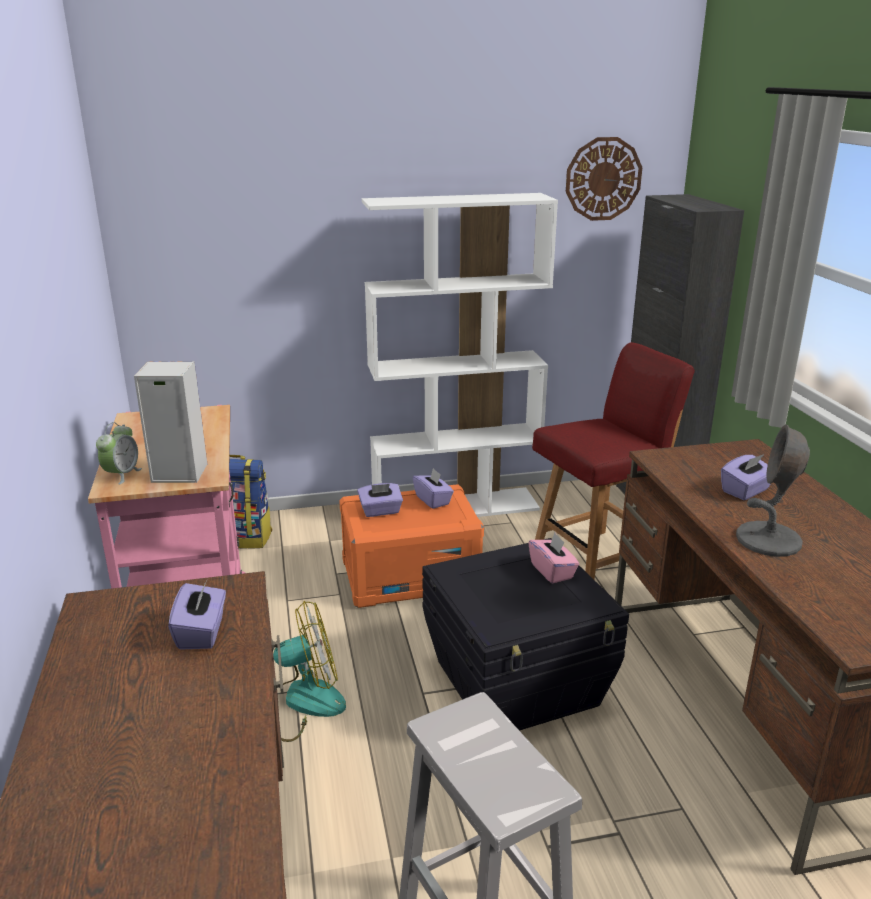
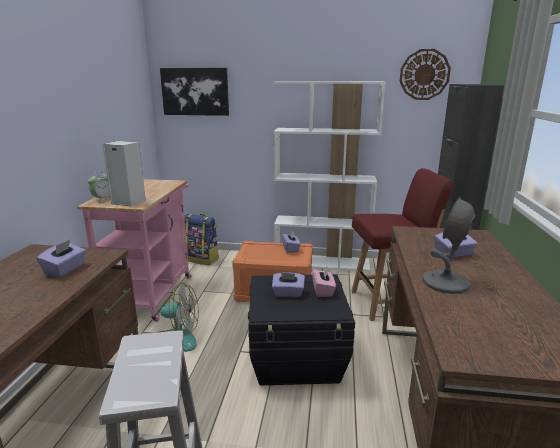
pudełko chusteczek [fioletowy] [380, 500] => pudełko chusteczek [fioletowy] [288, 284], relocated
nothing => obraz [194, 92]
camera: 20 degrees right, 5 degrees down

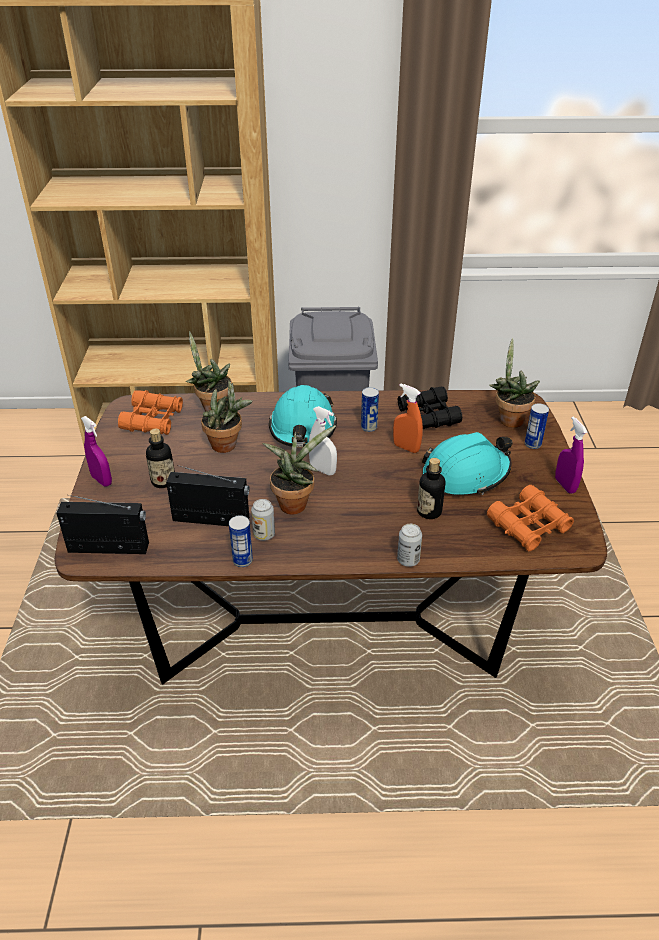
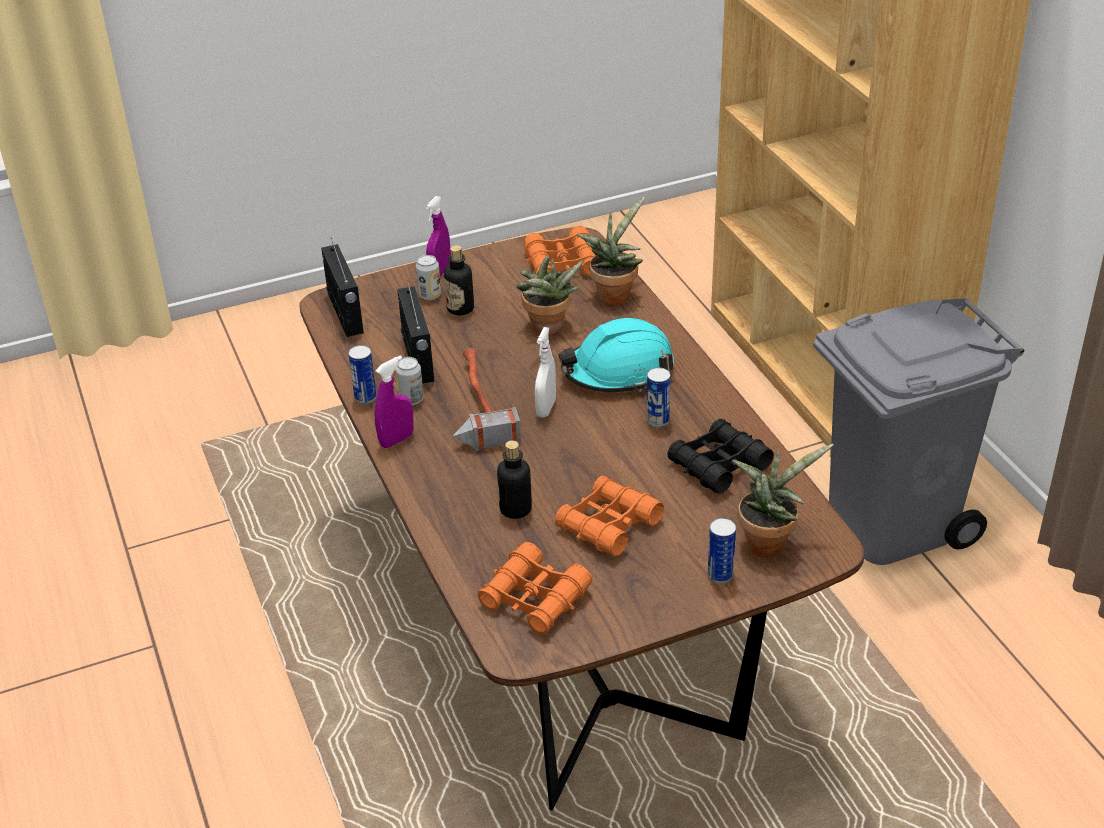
roślina doniczkowa [299, 469] => młotek [486, 399]
spryskiwacz [pomarańczowy] [408, 418] => nothing
puszka [409, 545] => puszka [428, 277], relocated
kask [turkusowy] [466, 463] => lornetka [pomarańczowy] [609, 516]
spryskiwacz [fioletowy] [571, 455] => spryskiwacz [fioletowy] [394, 401], relocated
camera: 70 degrees right, 0 degrees up

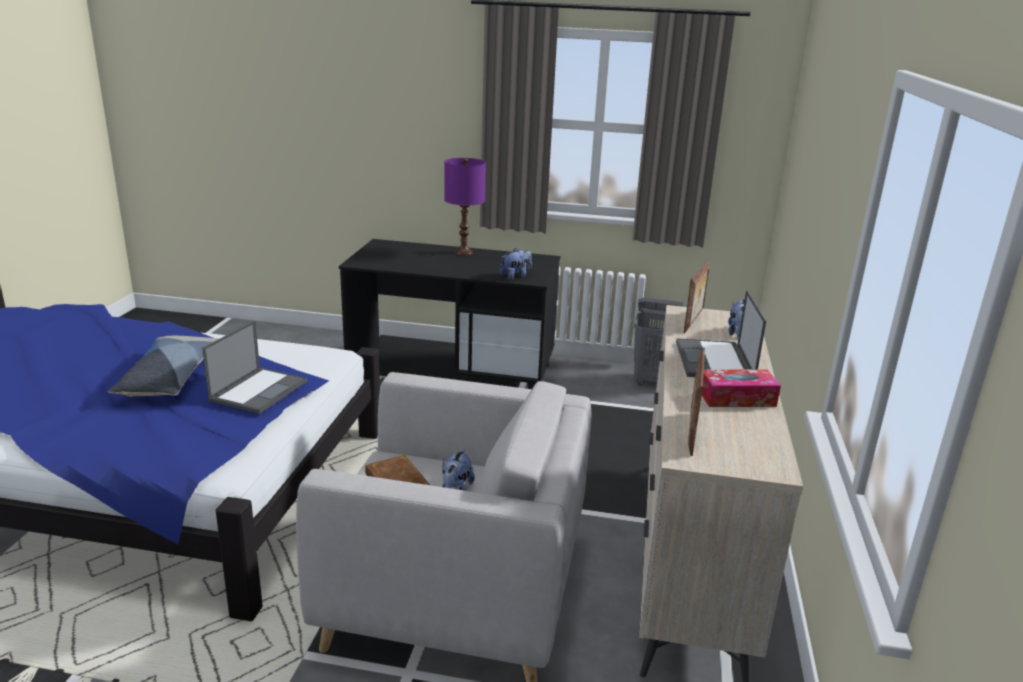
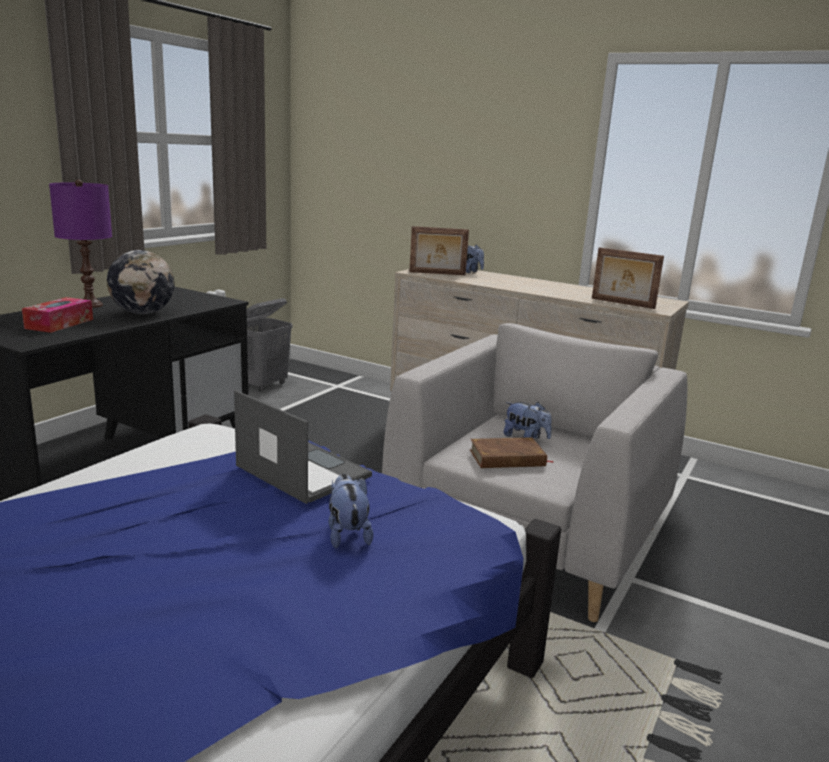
poduszka [163, 366] => nothing
pluszak [516, 263] => pluszak [351, 511], relocated
laptop [721, 333] => nothing
ramka na zdjęcie [696, 296] => ramka na zdjęcie [439, 250], 135 degrees clockwise
pudełko chusteczek [741, 388] => pudełko chusteczek [57, 315], relocated
nothing => globus [141, 282]
camera: 70 degrees left, 5 degrees down

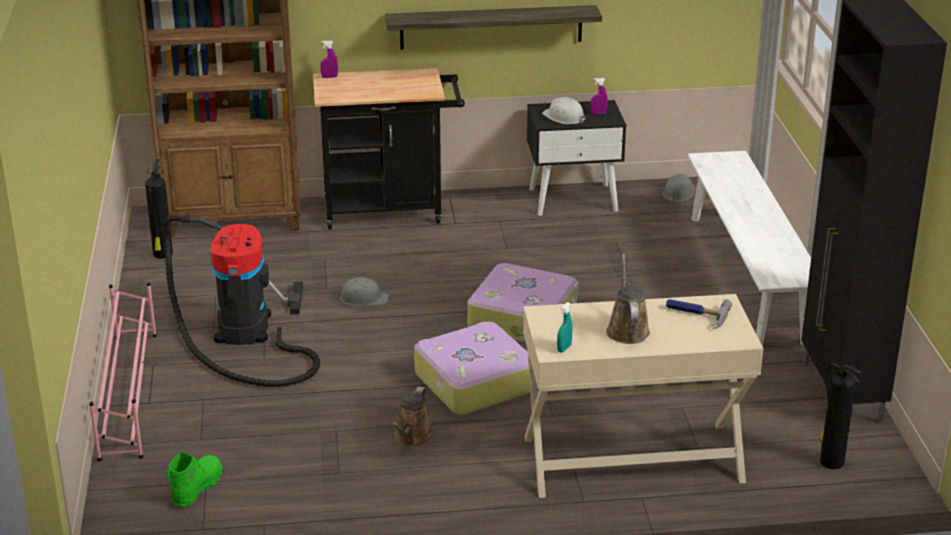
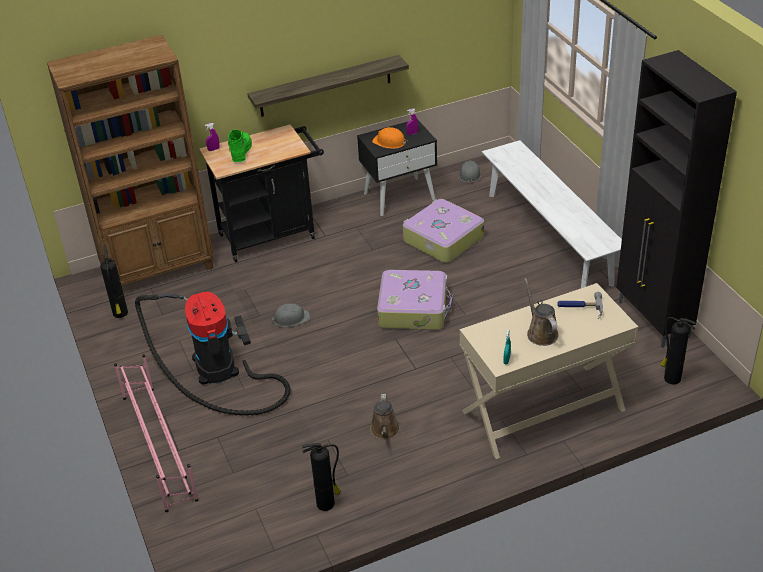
but z cholewką [zielony] [194, 479] => but z cholewką [zielony] [240, 146], relocated
walizka [472, 368] => walizka [443, 231], relocated
kask [biały] [564, 110] => kask [pomarańczowy] [390, 138]
nothing => gaśnica [321, 477]
camera: 15 degrees left, 10 degrees up

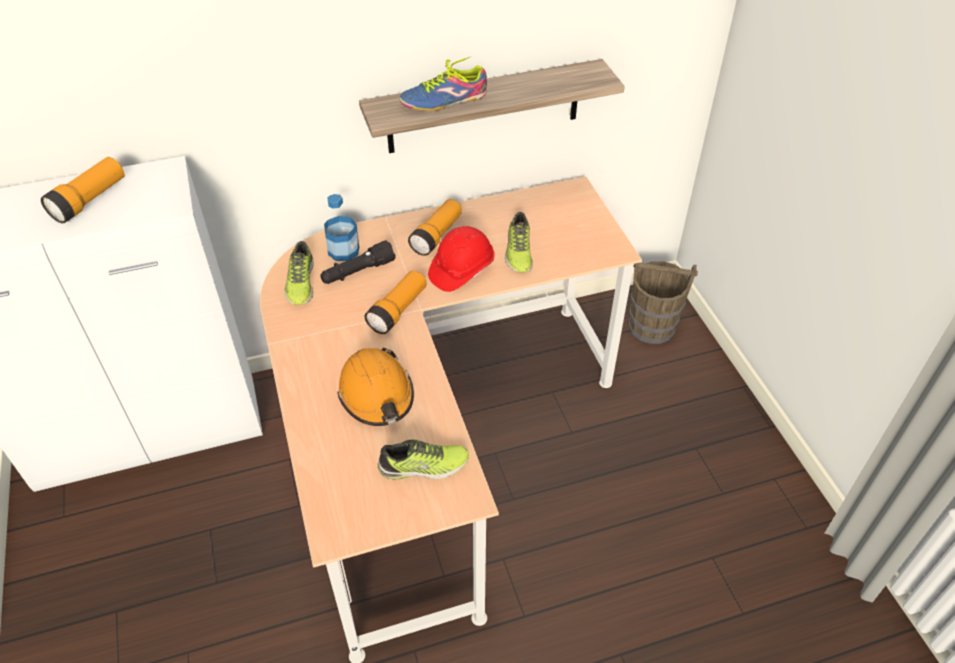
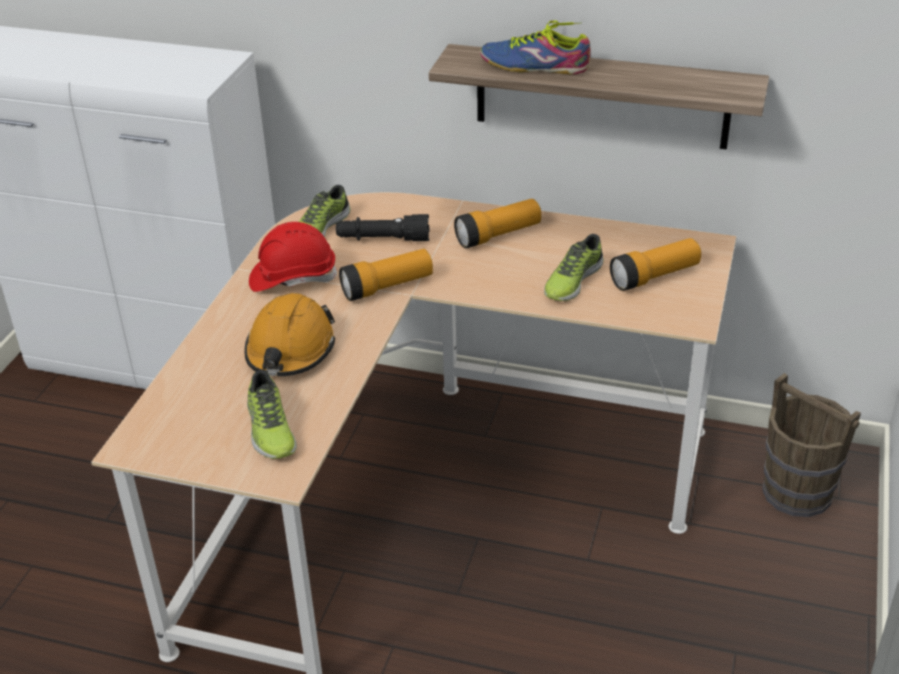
latarka [83, 190] => latarka [655, 264], relocated
butelka [341, 227] => nothing
but [423, 460] => but [272, 414], 45 degrees clockwise
kask [czerwony] [461, 259] => kask [czerwony] [293, 257], relocated
camera: 35 degrees right, 10 degrees down

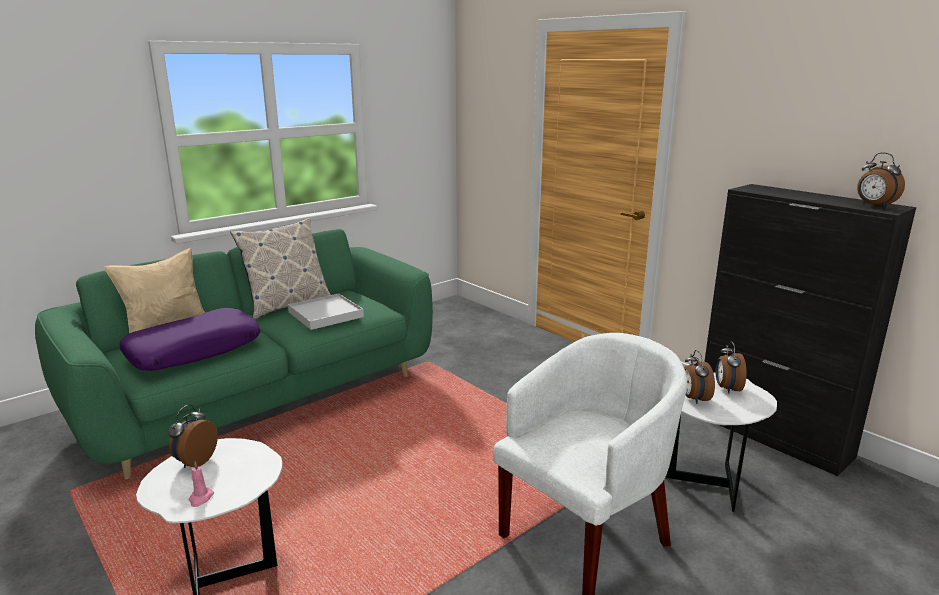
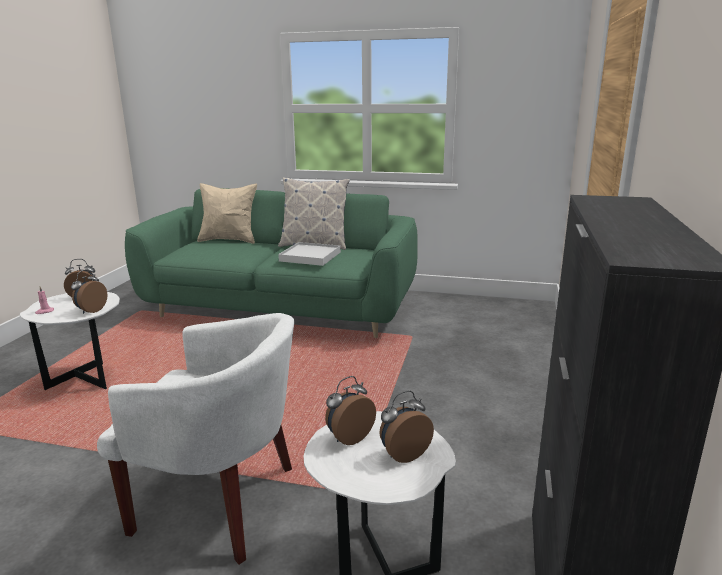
poduszka [fioletowy] [190, 339] => nothing
budzik [881, 180] => budzik [89, 292], relocated
camera: 55 degrees right, 0 degrees up

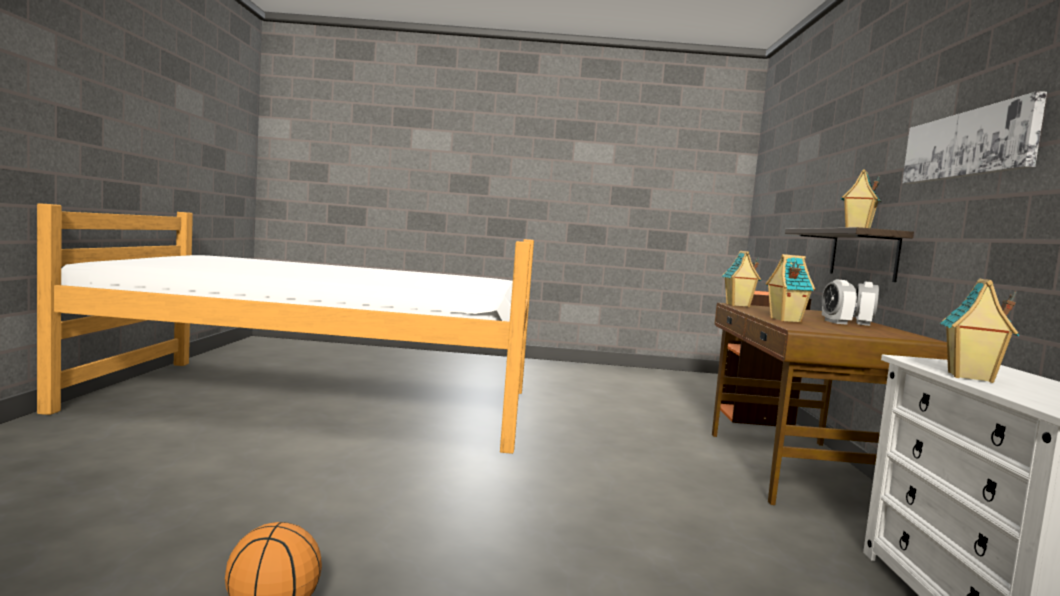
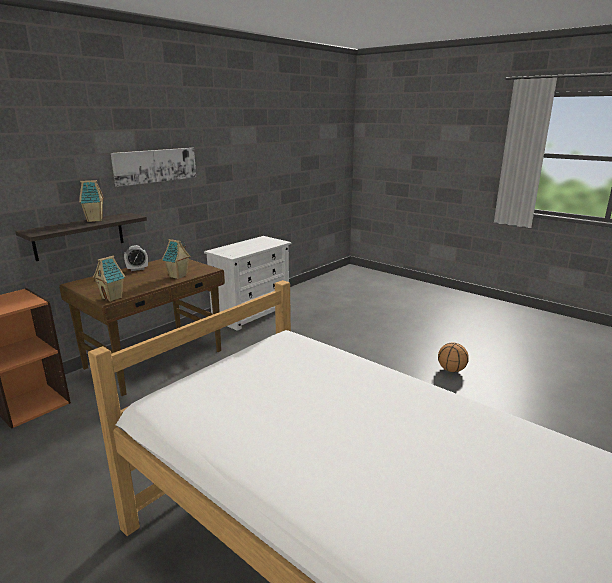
budzik [839, 302] => nothing
domek [979, 331] => nothing
camera: 140 degrees left, 15 degrees up

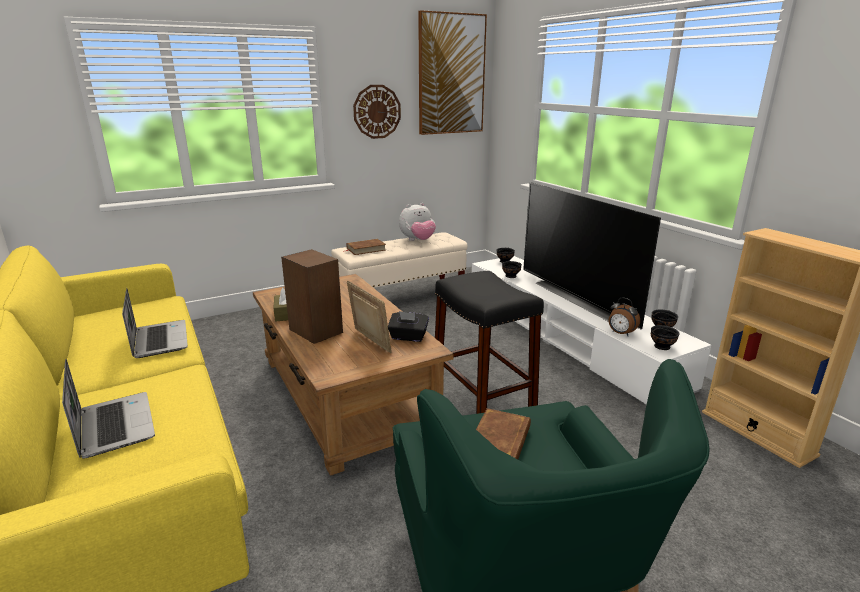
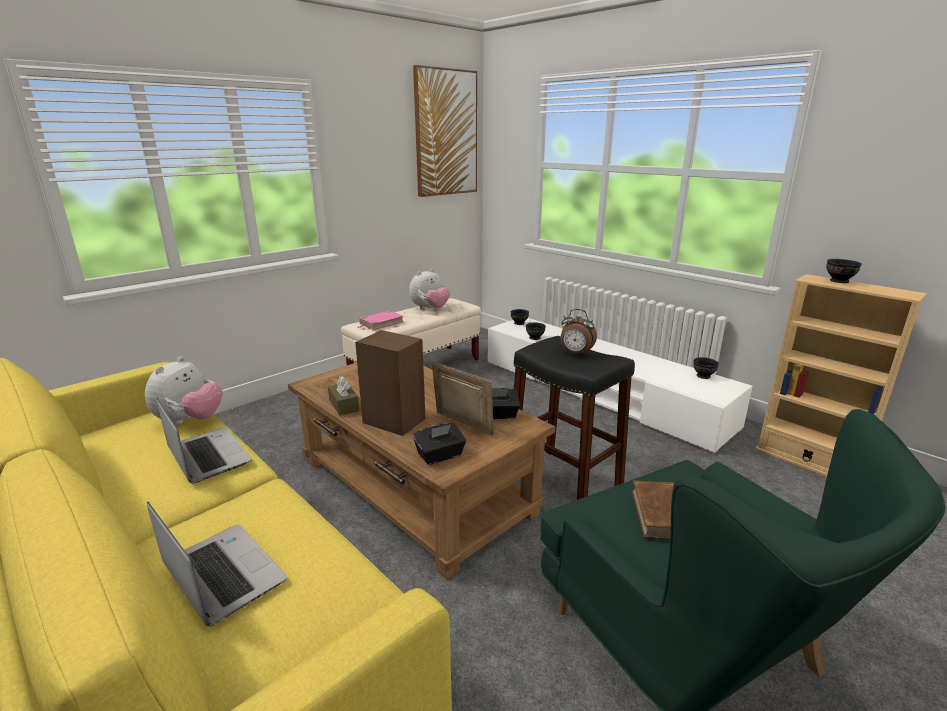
książka [brązowy] [364, 247] => książka [różowy] [381, 321]
zegar ścienny [377, 112] => nothing
telewizor [592, 255] => nothing
budzik [624, 316] => budzik [578, 332], relocated
miska [czarny] [665, 337] => miska [czarny] [844, 271], relocated
nothing => pluszak [184, 390]
nothing => pudełko chusteczek [czarny] [439, 444]
camera: 15 degrees left, 0 degrees up

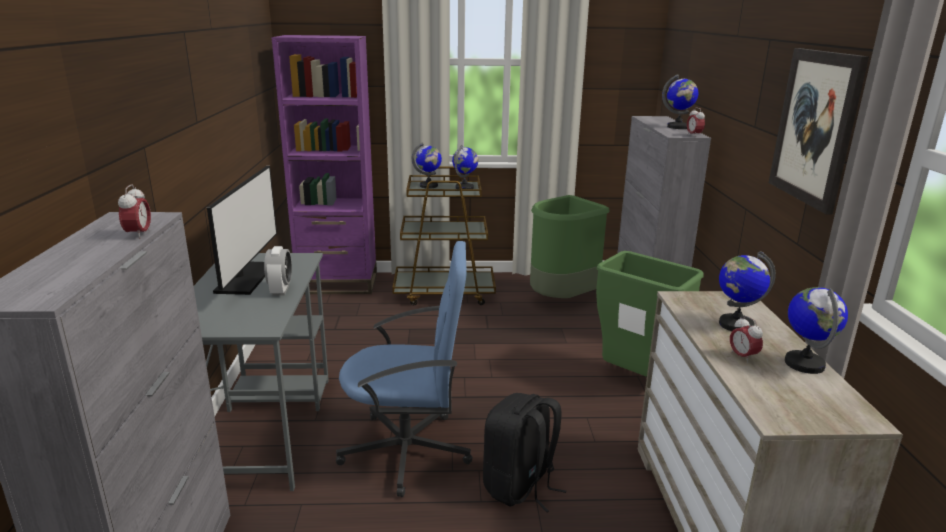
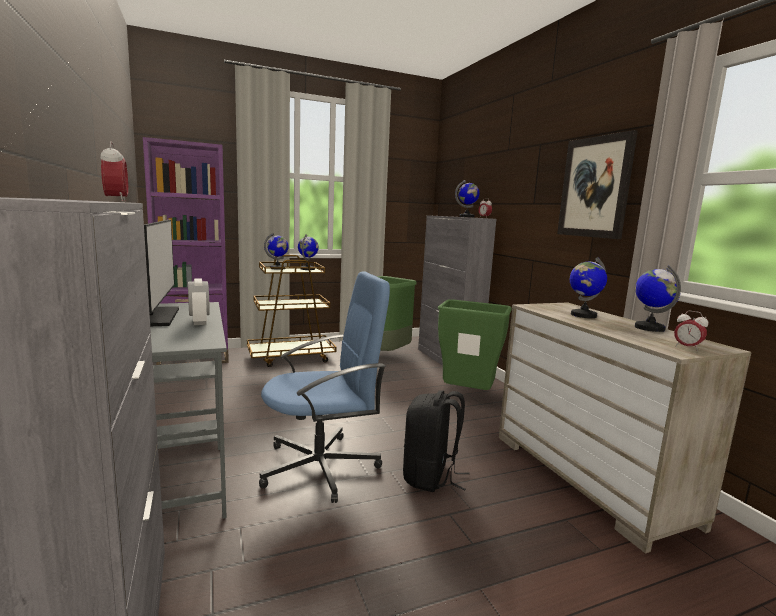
budzik [746, 339] => budzik [691, 331], relocated
camera: 20 degrees left, 10 degrees down

